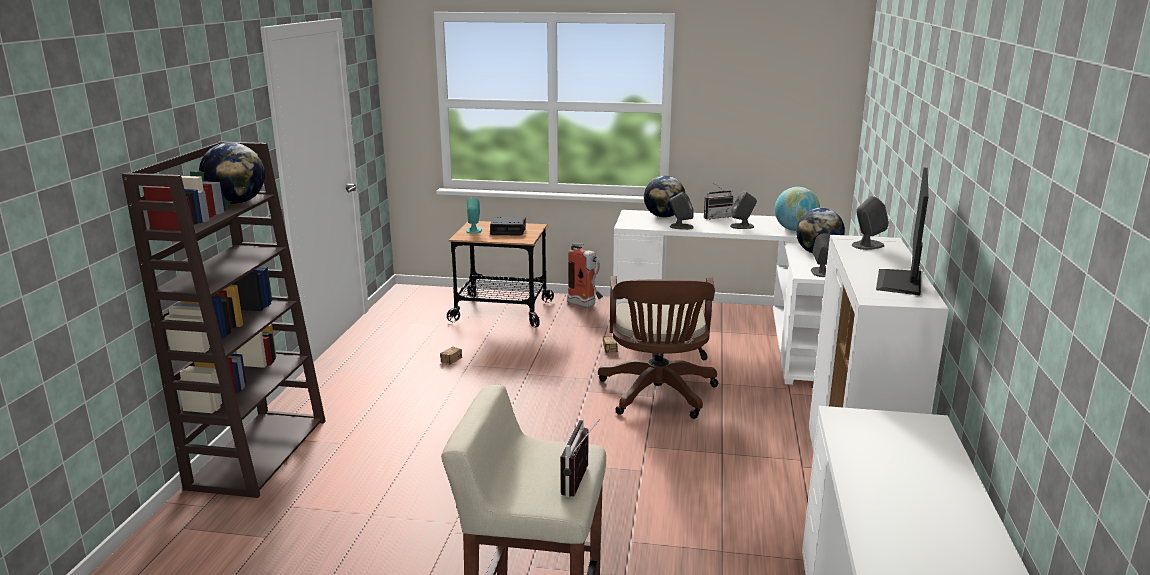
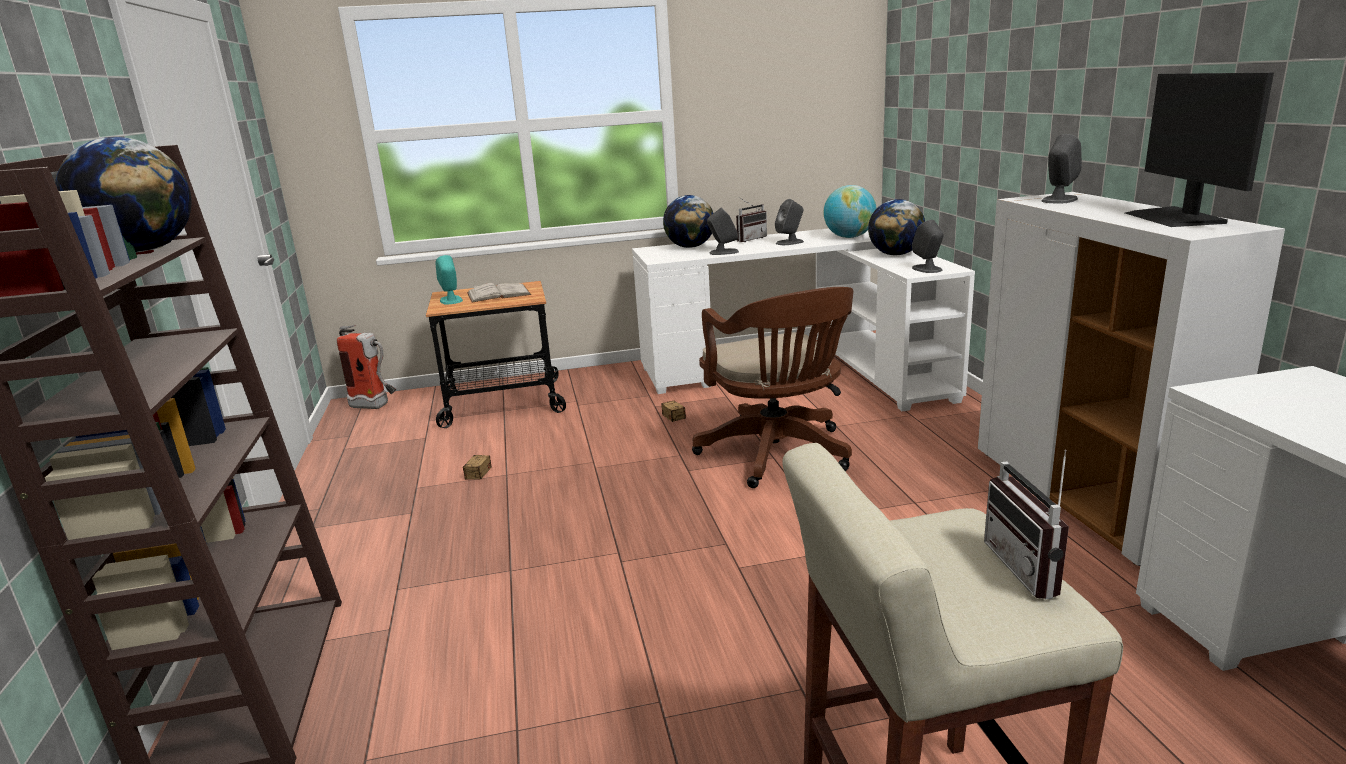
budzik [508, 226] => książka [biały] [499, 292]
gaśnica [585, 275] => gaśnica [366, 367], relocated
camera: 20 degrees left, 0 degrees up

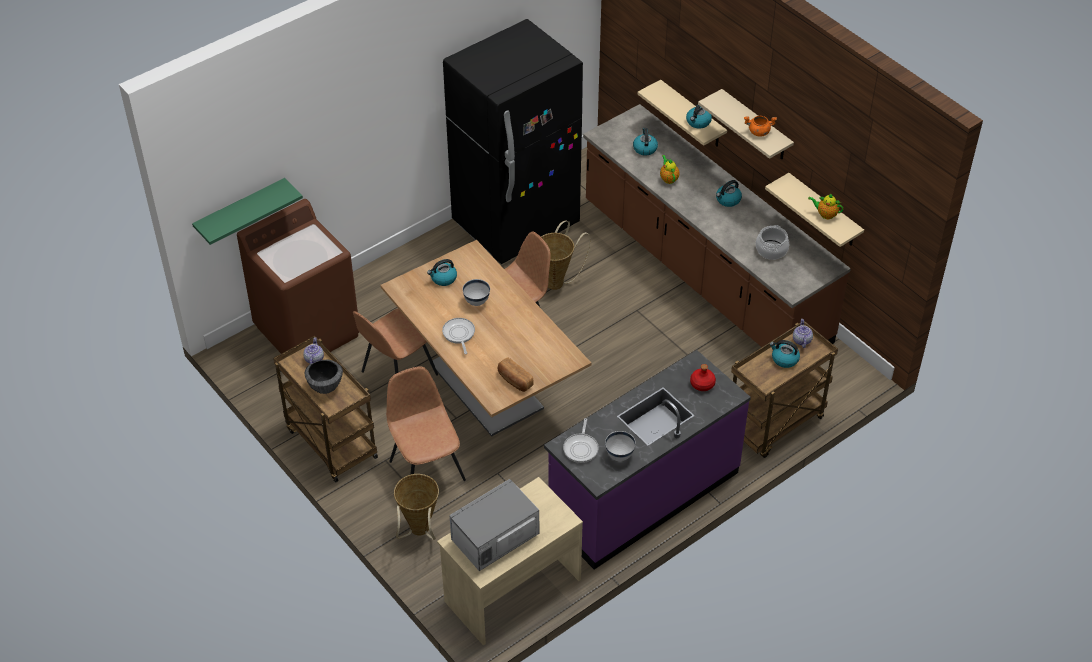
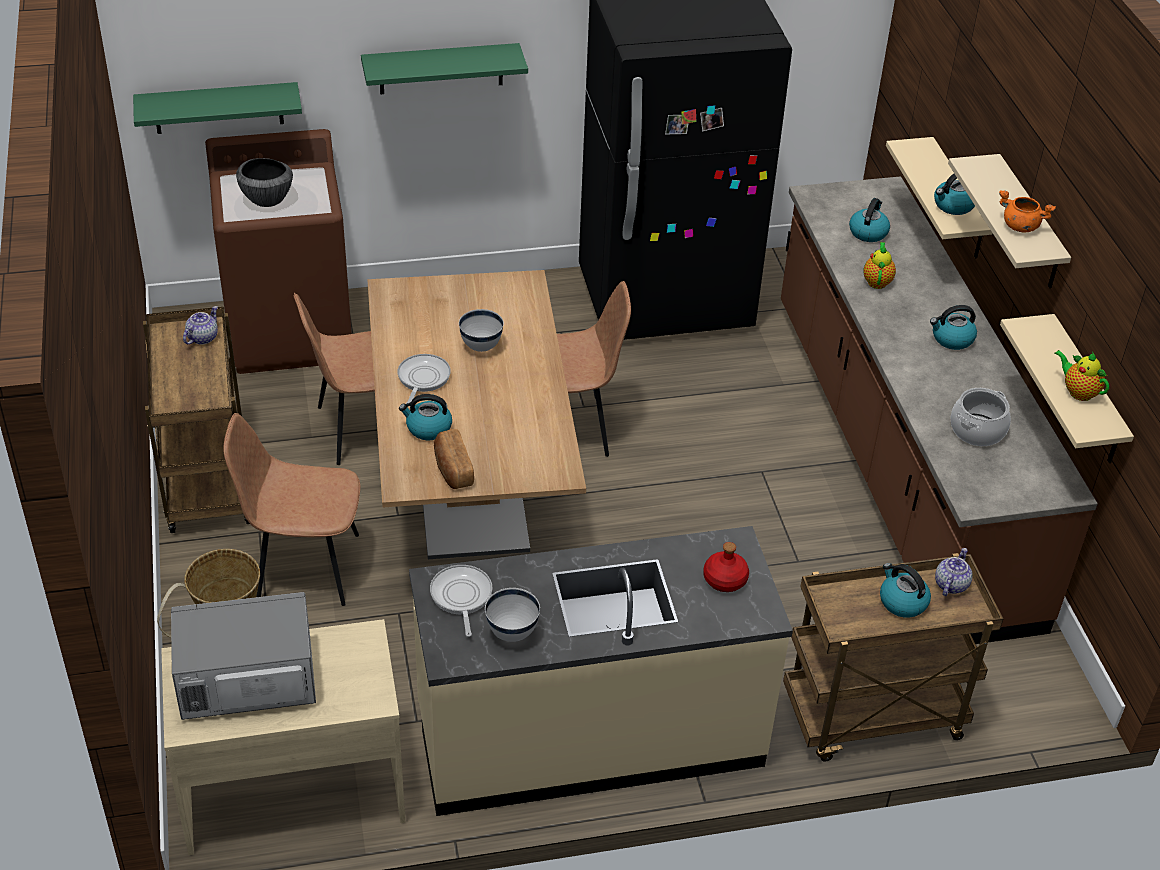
miska [324, 377] => miska [264, 182], relocated
krzesło [brązowy] [426, 423] => krzesło [brązowy] [291, 509], 90 degrees counterclockwise
czajnik [442, 272] => czajnik [425, 417], relocated
koszyk [565, 255] => nothing
zabudowa kuchenna [fioletowy] [647, 460] => zabudowa kuchenna [beżowy] [601, 671]
patelnia [581, 440] => patelnia [461, 601], 135 degrees clockwise
nothing => półka [zielony] [444, 68]
camera: 25 degrees right, 5 degrees down

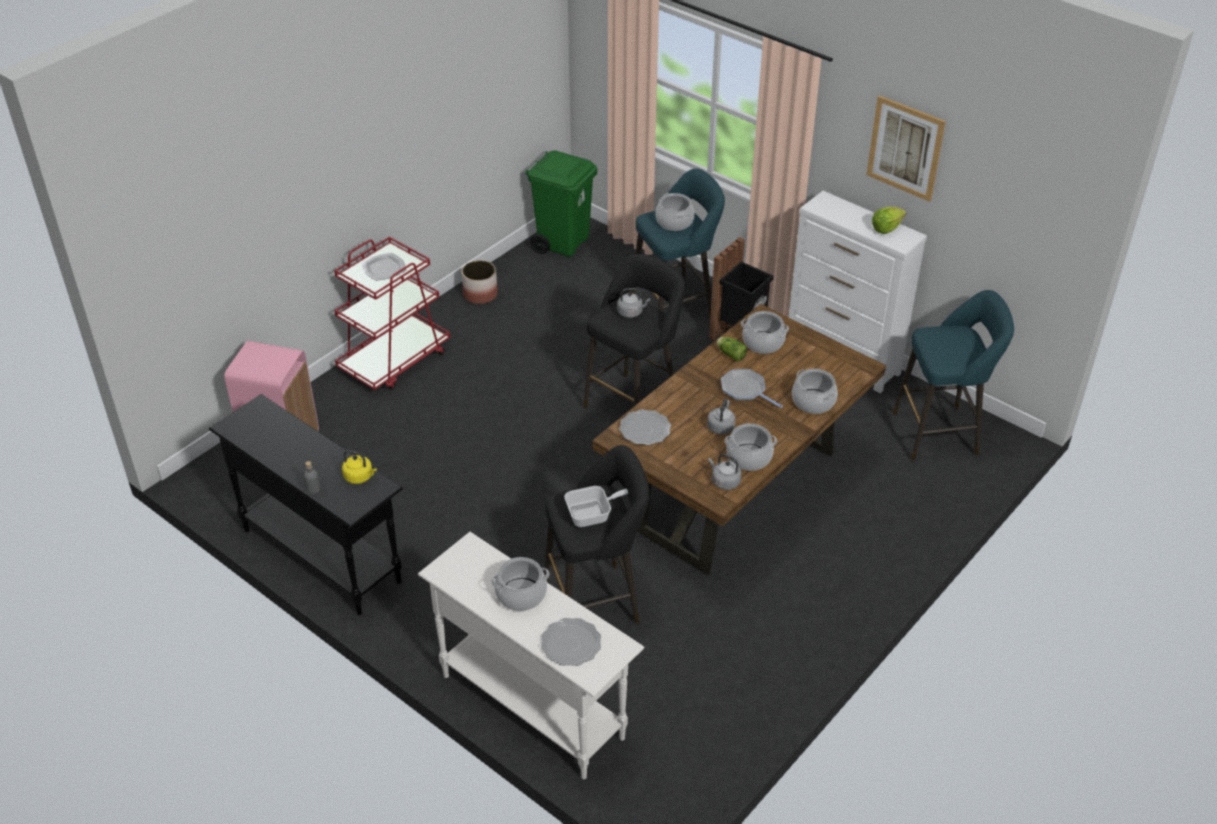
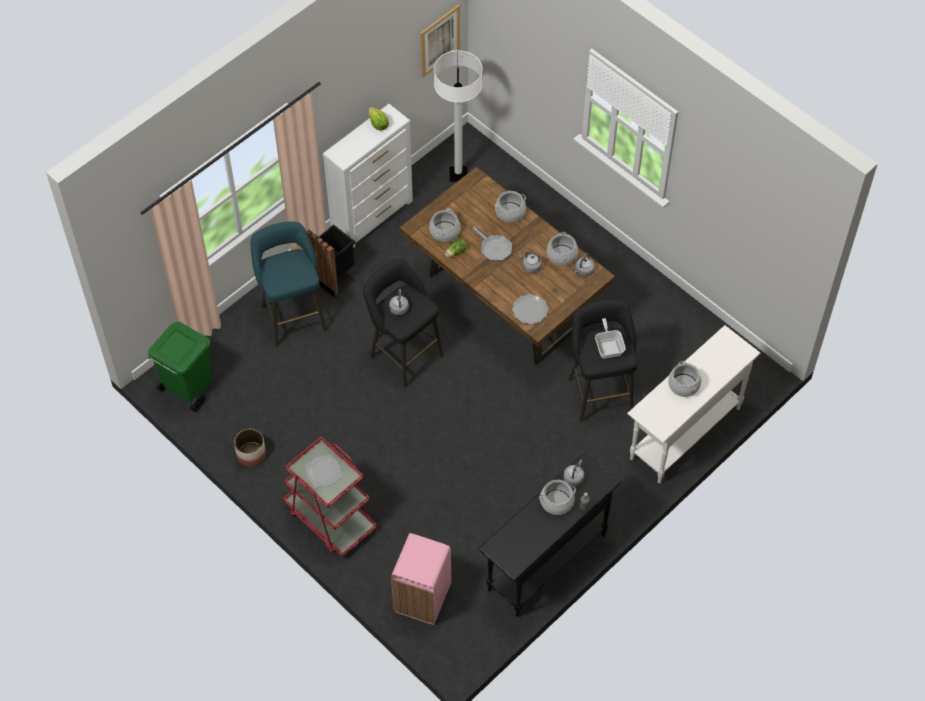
czajnik [żółty] [359, 467] => czajnik [szary] [573, 473]
talerz [571, 642] => nothing
garnek [674, 212] => garnek [557, 497], relocated
patelnia [752, 388] => patelnia [492, 244], 90 degrees counterclockwise
obraz [906, 148] => obraz [440, 40], relocated
stołek [turkusowy] [953, 375] => lampa stojąca [biały] [458, 116]
camera: 85 degrees left, 15 degrees up

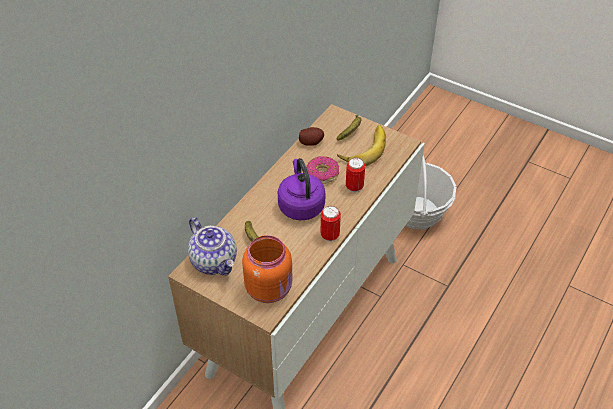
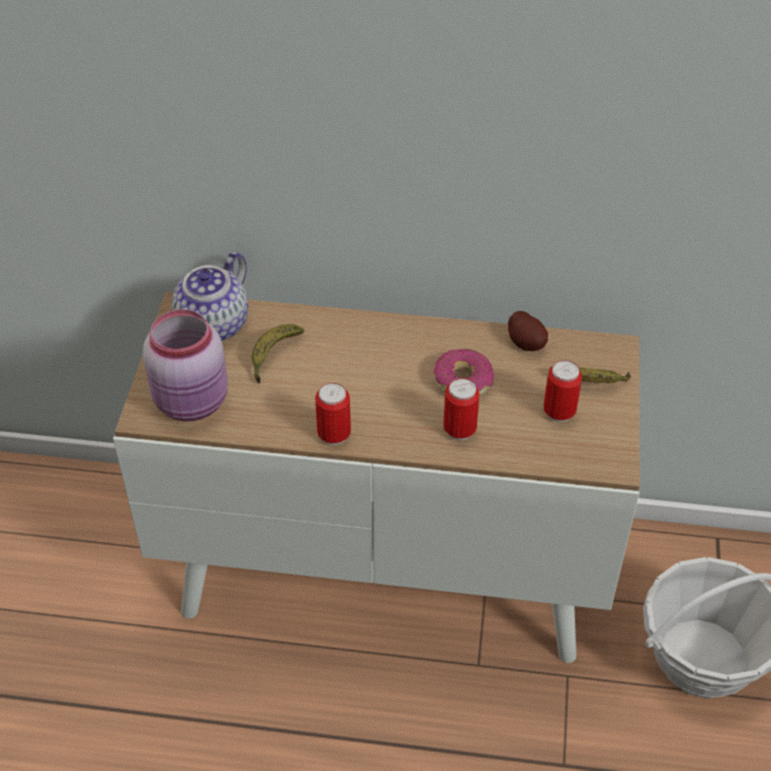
słoik [pomarańczowy] [267, 269] => słoik [różowy] [185, 365]
czajnik [fioletowy] [302, 189] => nothing
banan [361, 145] => puszka [563, 391]
camera: 65 degrees right, 0 degrees up

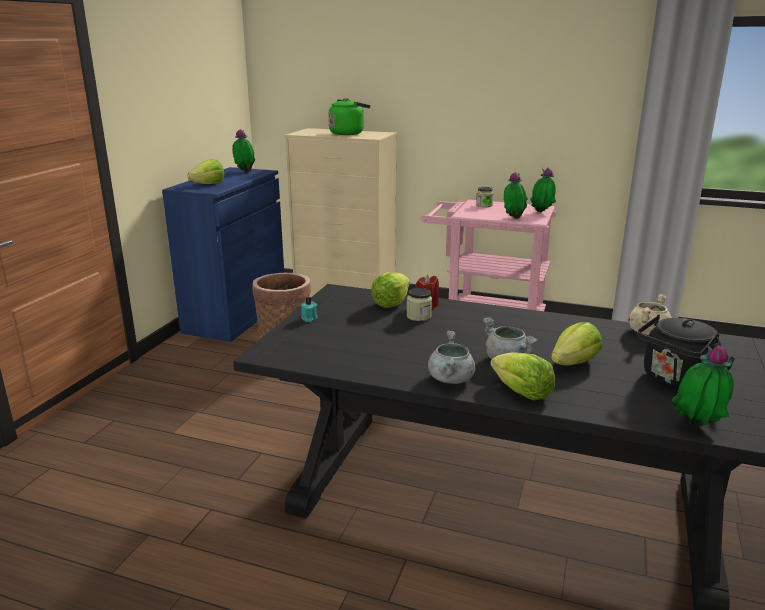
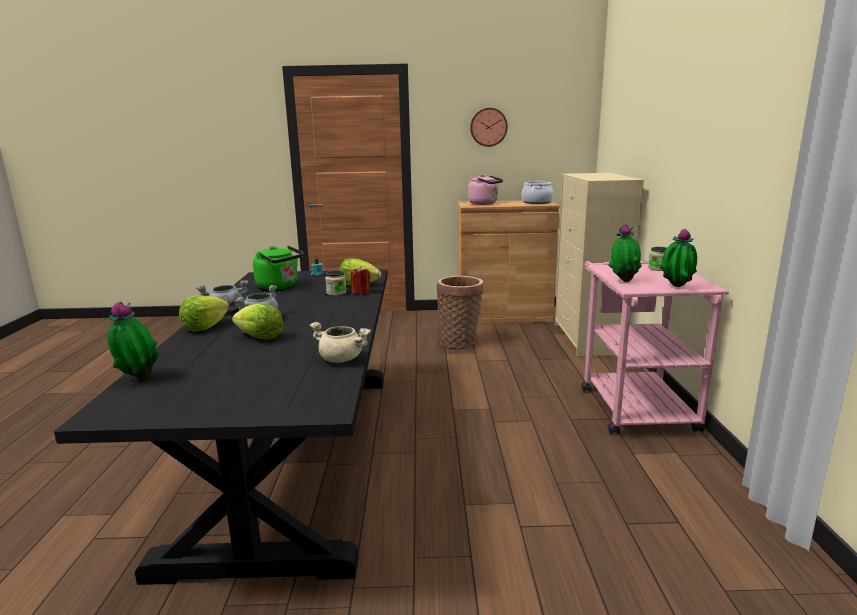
szafka [niebieski] [223, 254] => szafka [brązowy] [508, 262]
sałata [205, 171] => czajnik [różowy] [485, 189]
roślina doniczkowa [243, 150] => garnek [538, 192]
czajnik [zielony] [350, 116] => czajnik [zielony] [278, 268], relocated
czajnik [czarny] [686, 352] => nothing
nothing => zegar ścienny [489, 127]
camera: 70 degrees right, 5 degrees down

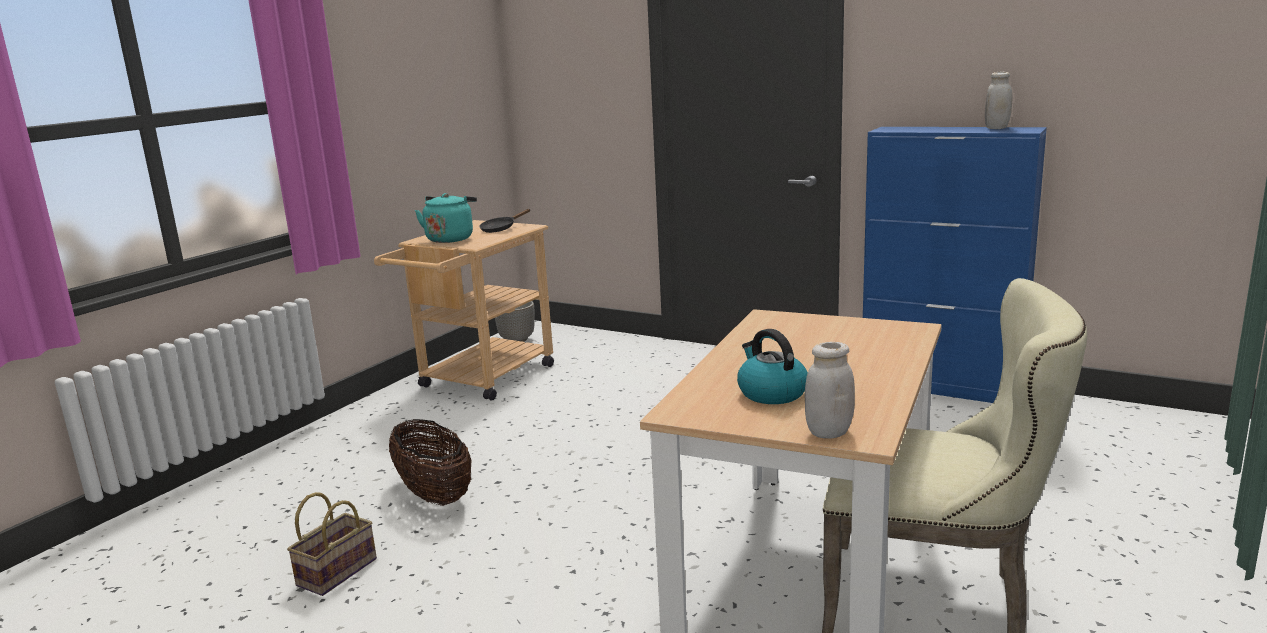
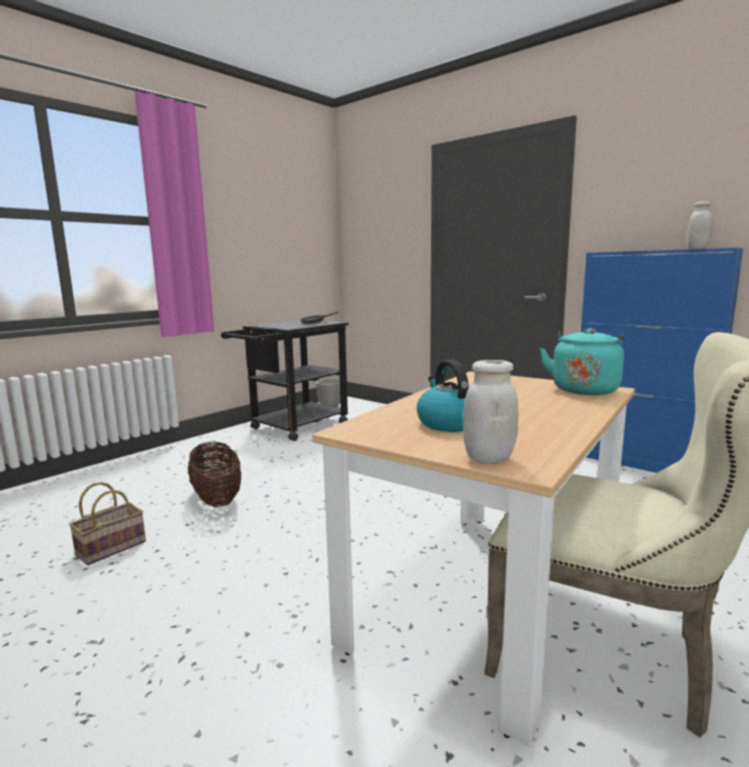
wózek [beżowy] [464, 310] => wózek [czarny] [285, 380]
czajnik [turkusowy] [446, 218] => czajnik [turkusowy] [582, 361], relocated
camera: 10 degrees right, 5 degrees down

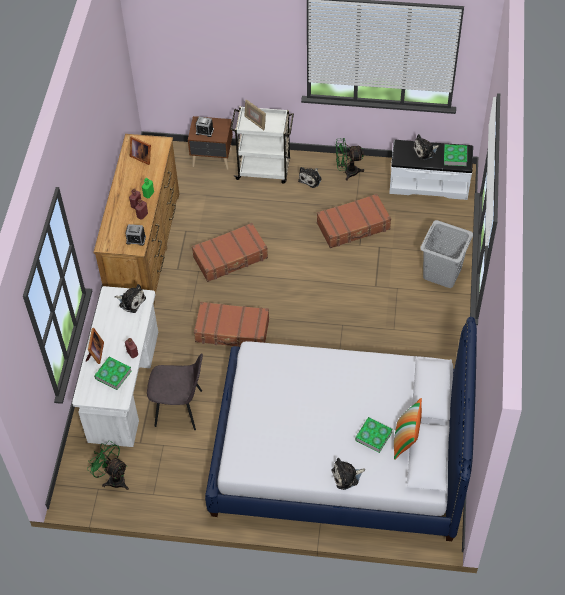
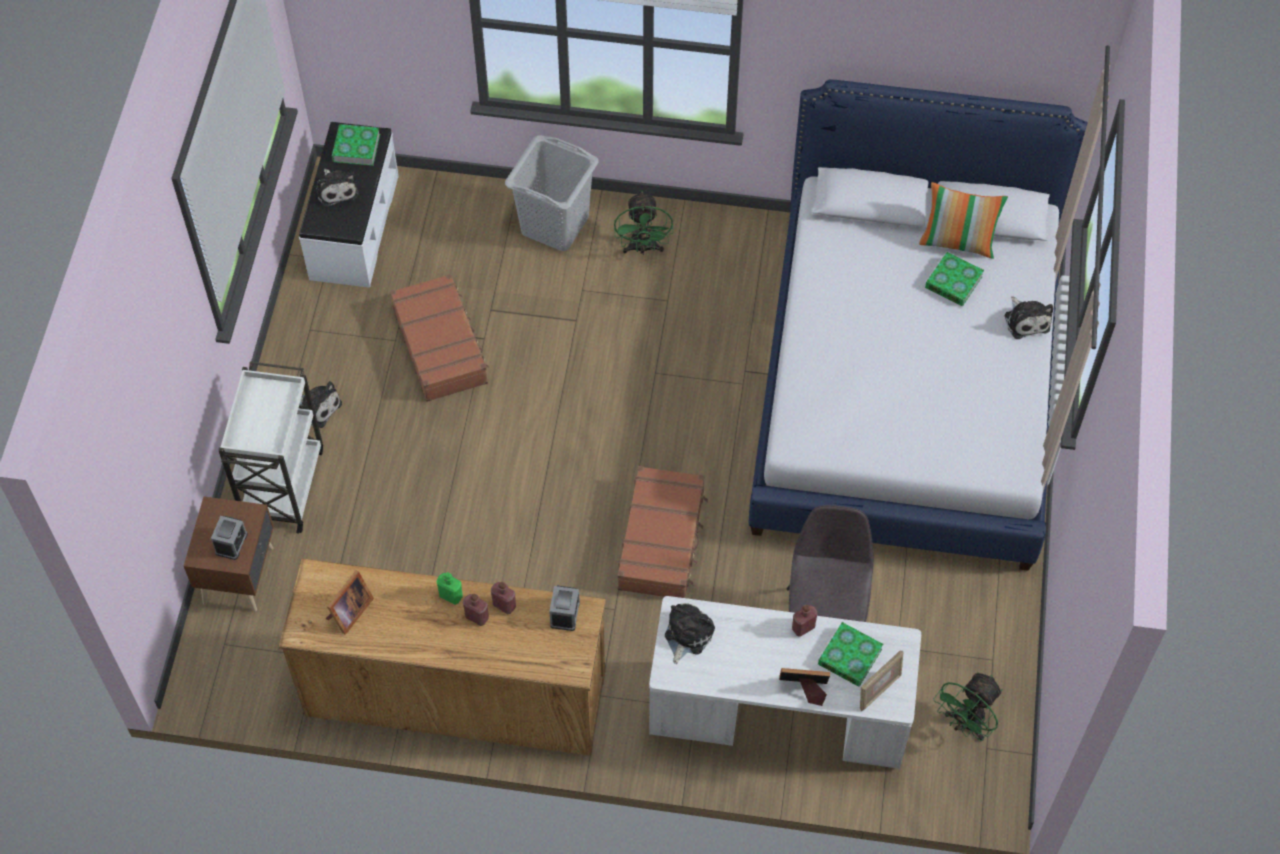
walizka [brązowy] [230, 252] => nothing
ramka na zdjęcie [255, 115] => ramka na zdjęcie [882, 680], relocated
wentylator [zielony] [350, 159] => wentylator [zielony] [643, 223], relocated
camera: 90 degrees left, 5 degrees up

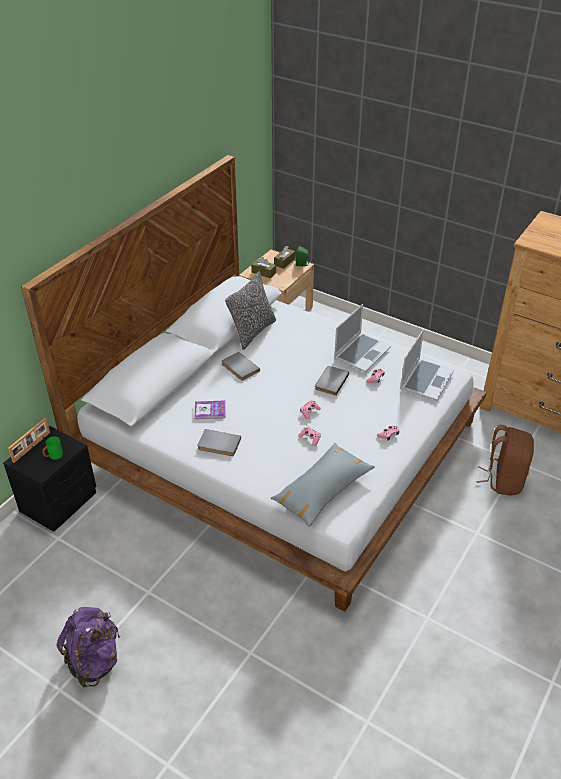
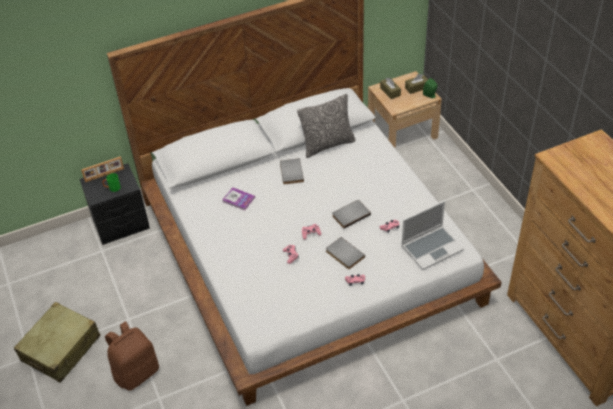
plecak [fioletowy] [88, 647] => walizka [beżowy] [57, 342]
książka [szary] [219, 442] => książka [szary] [345, 253], relocated
poduszka [szary] [322, 485] => nothing
laptop [362, 338] => nothing
plecak [brązowy] [505, 460] => plecak [brązowy] [132, 356], relocated
camera: 35 degrees right, 5 degrees up

